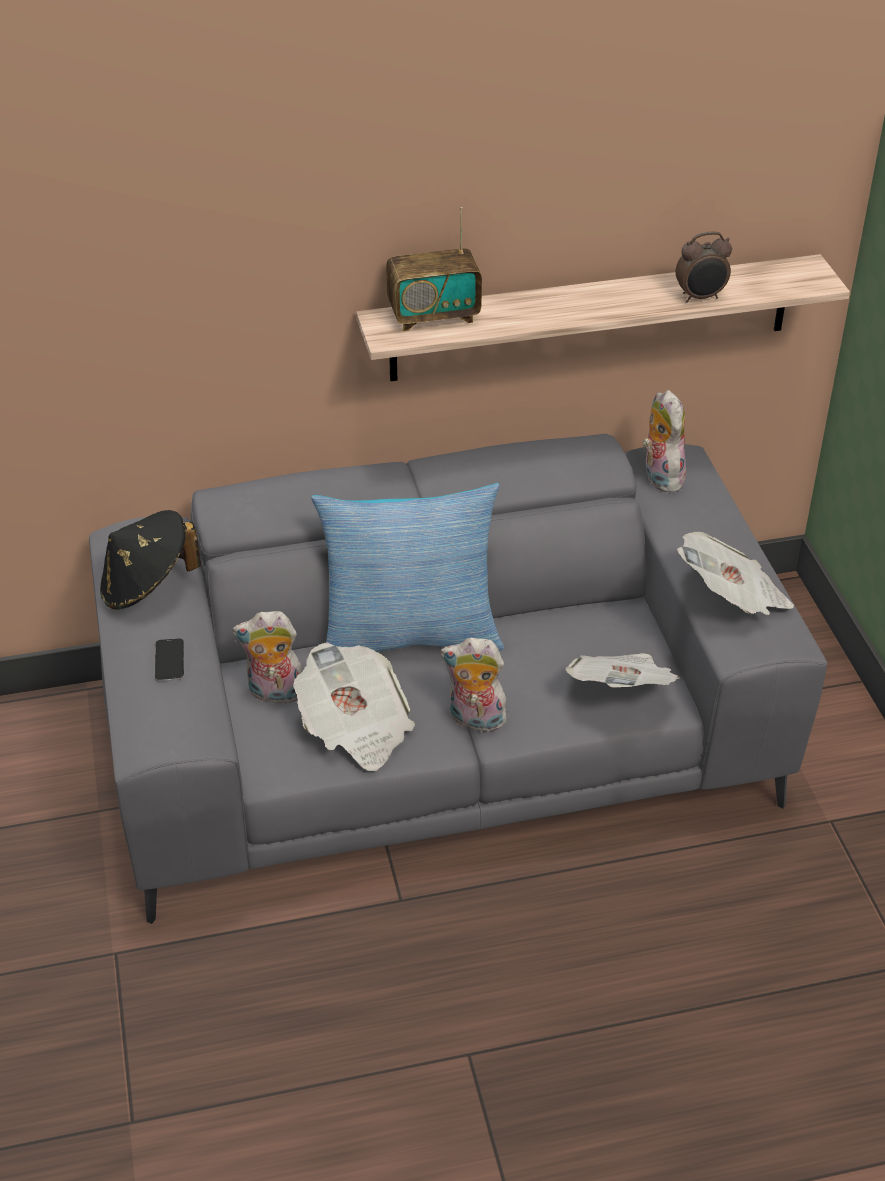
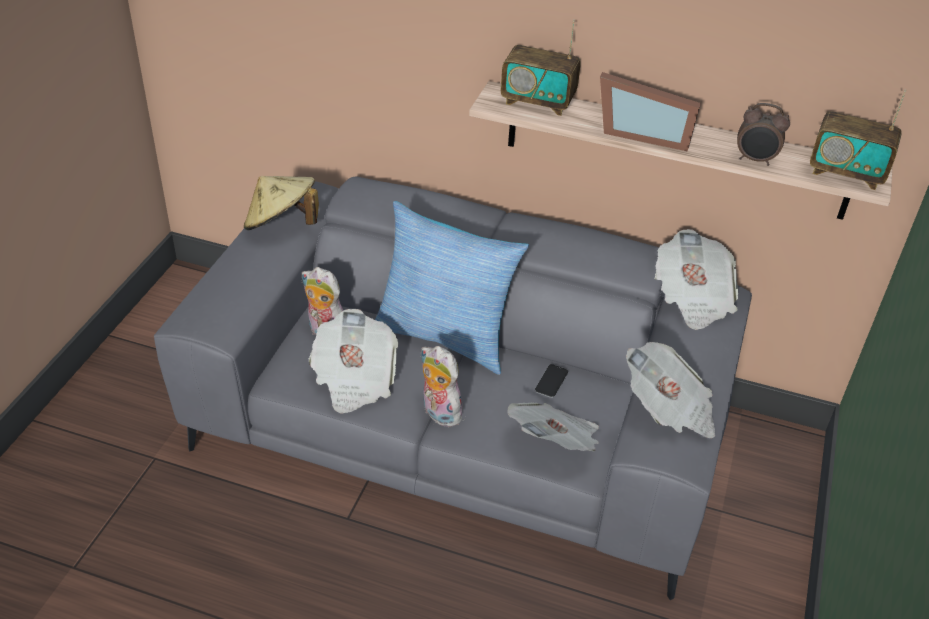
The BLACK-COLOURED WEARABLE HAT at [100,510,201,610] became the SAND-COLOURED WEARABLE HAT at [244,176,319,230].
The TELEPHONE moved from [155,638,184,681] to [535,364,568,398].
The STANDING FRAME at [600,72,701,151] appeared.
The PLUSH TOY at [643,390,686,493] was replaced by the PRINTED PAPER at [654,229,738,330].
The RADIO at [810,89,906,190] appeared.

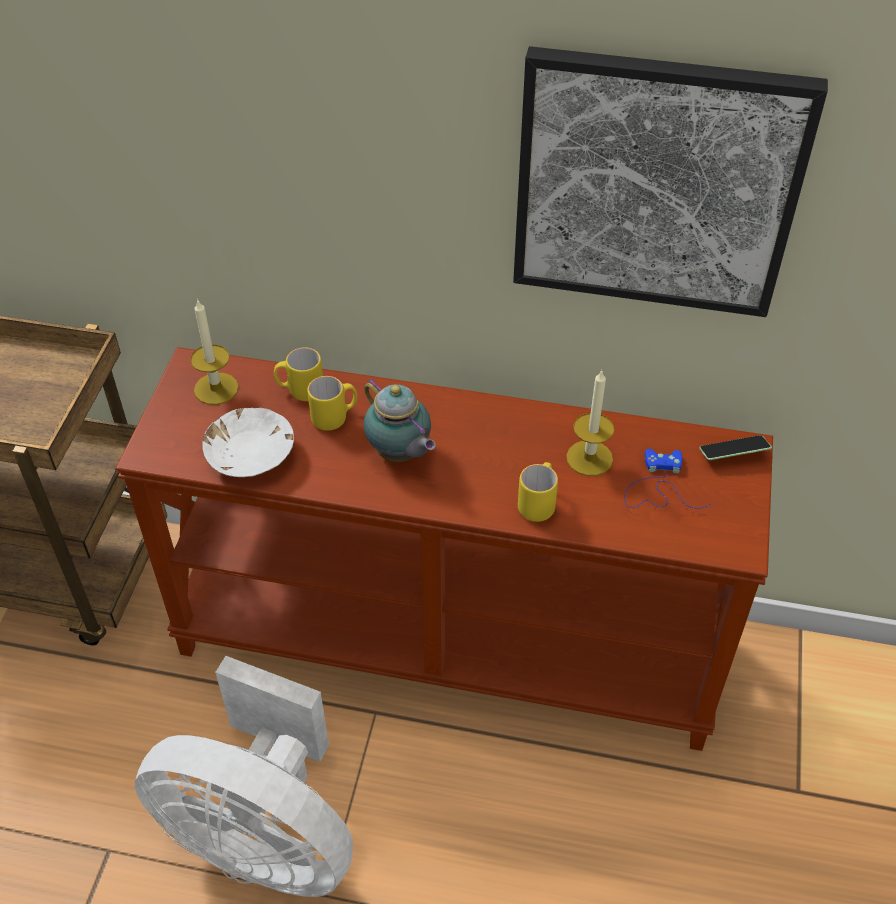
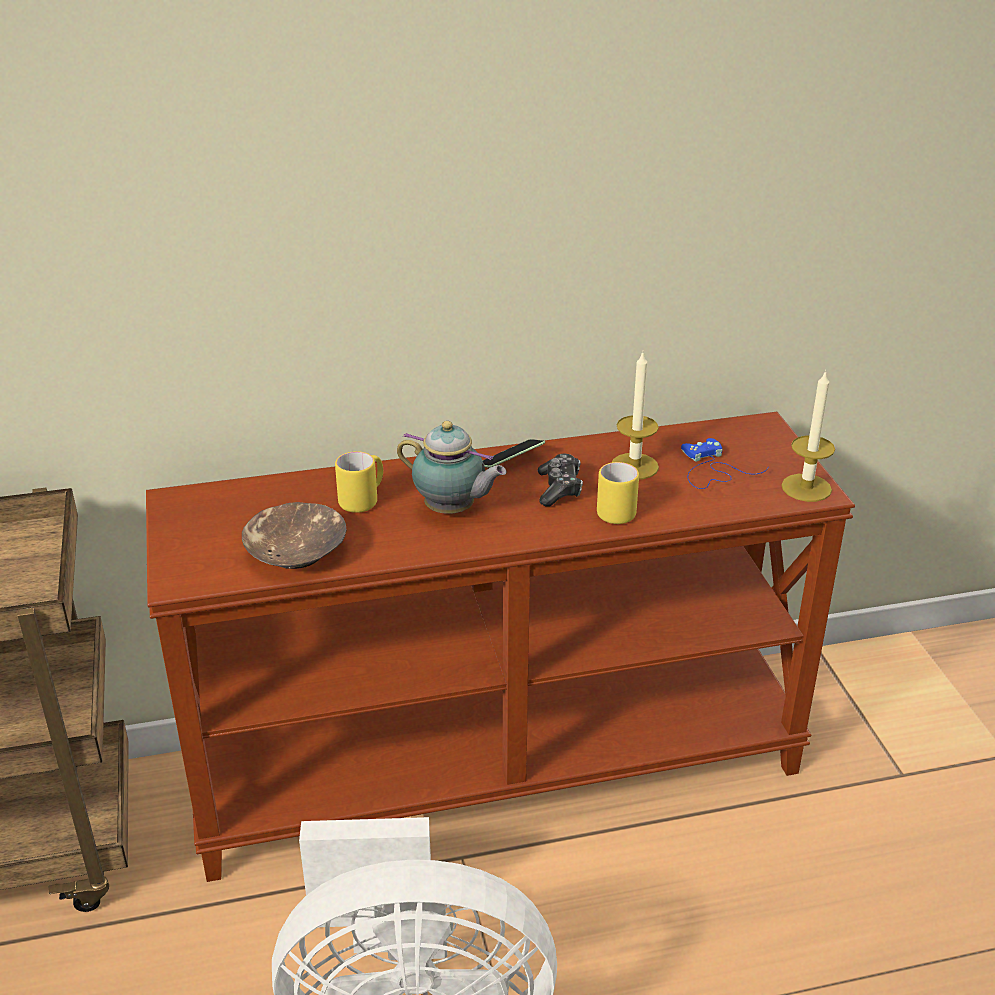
The WHITE-COLOURED DEEP DISH at [202,408,294,477] became the BROWNISH DEEP DISH at [242,502,346,569].
The TELEPHONE moved from [699,435,772,460] to [482,439,545,468].
The GAME CONTROLLER at [538,454,583,506] appeared.
The CANDLE moved from [190,299,239,405] to [781,370,835,502].
The YELLOW COFFEE MUG at [274,347,323,401] disappeared.
The PICTURE at [513,46,828,317] disappeared.

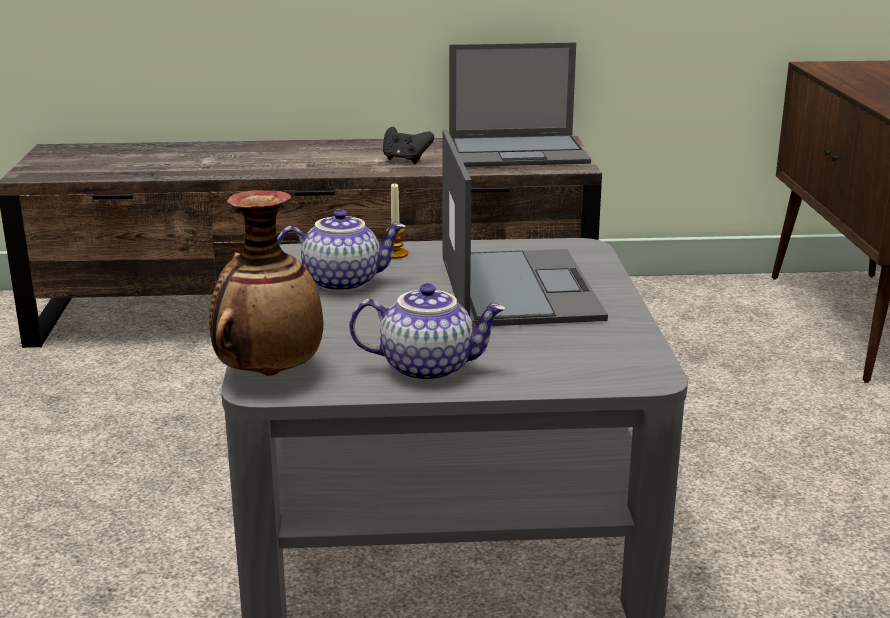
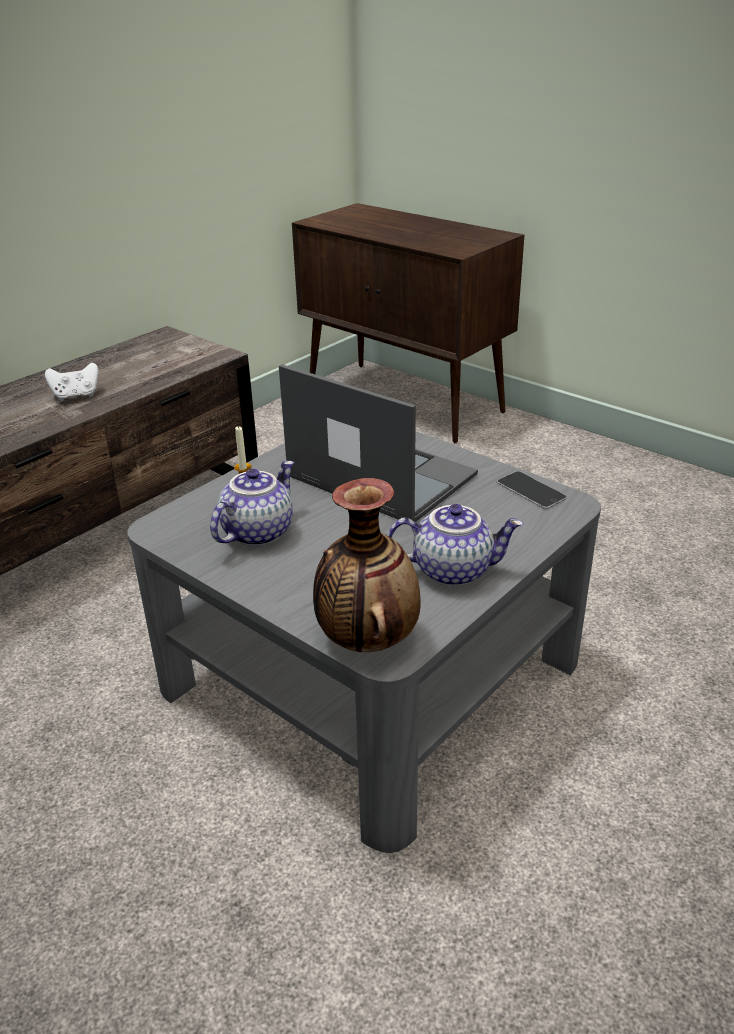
The BLACK-COLOURED GAME CONTROLLER at [383,127,434,164] became the WHITE-COLOURED GAME CONTROLLER at [45,363,99,401].
The TEA POT at [349,283,506,382] turned 45 degrees clockwise.
The TELEPHONE at [497,471,567,509] appeared.
The NOTEBOOK COMPUTER at [449,42,591,167] disappeared.

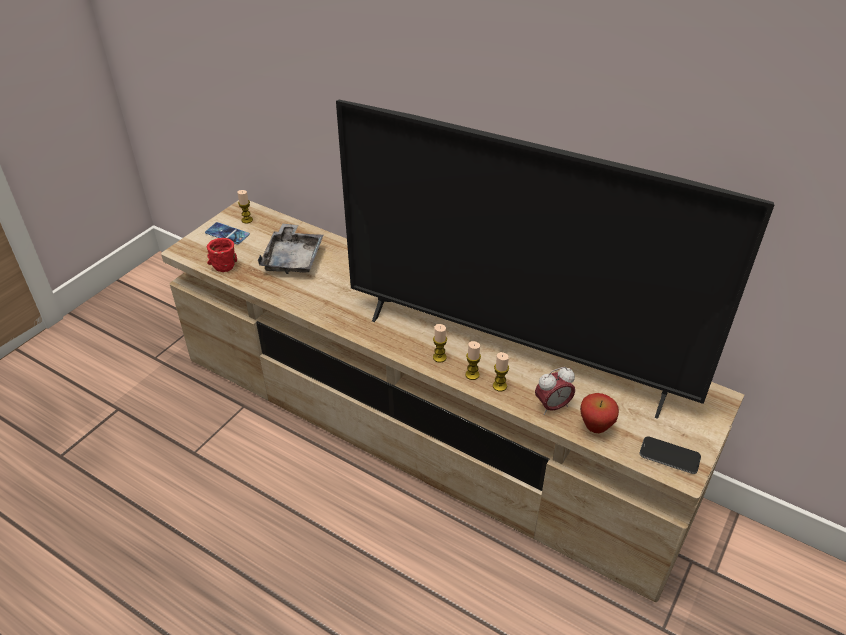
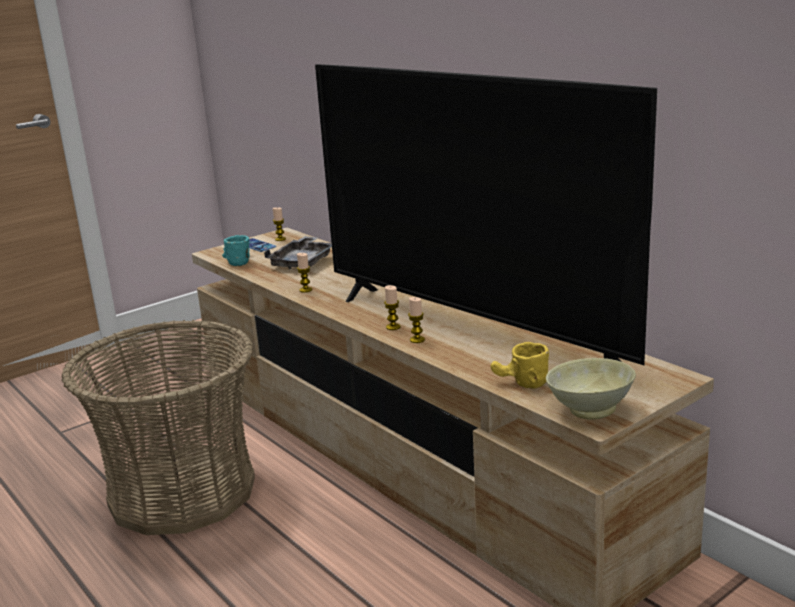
The HOUSEHOLD BASKET at [62,320,255,535] appeared.
The RED-COLOURED COFFEE MUG at [207,238,237,272] became the TURQUOISE COFFEE MUG at [222,235,250,266].
The CANDLE moved from [493,352,509,392] to [297,253,312,293].
The APPLE FRUIT at [580,393,619,433] was replaced by the YELLOW COFFEE MUG at [491,342,549,389].
The TELEPHONE at [640,436,701,474] was replaced by the SAND-COLOURED DEEP DISH at [546,358,636,420].
The BEDSIDE CLOCK at [535,367,575,415] disappeared.

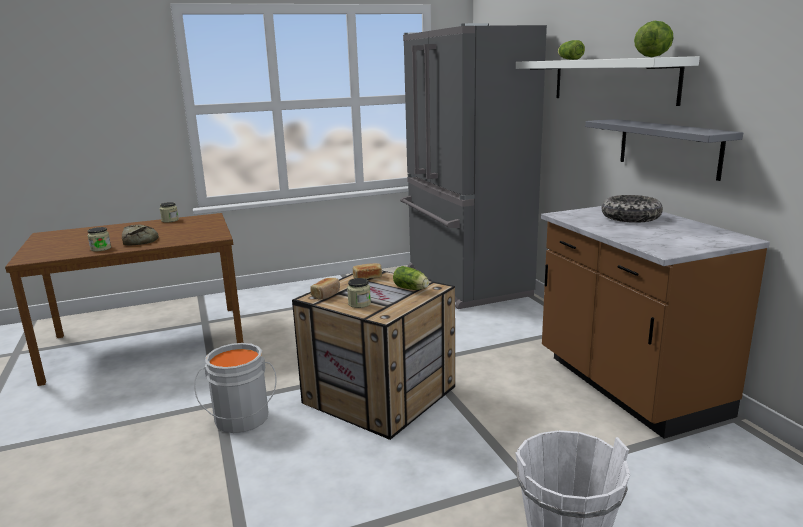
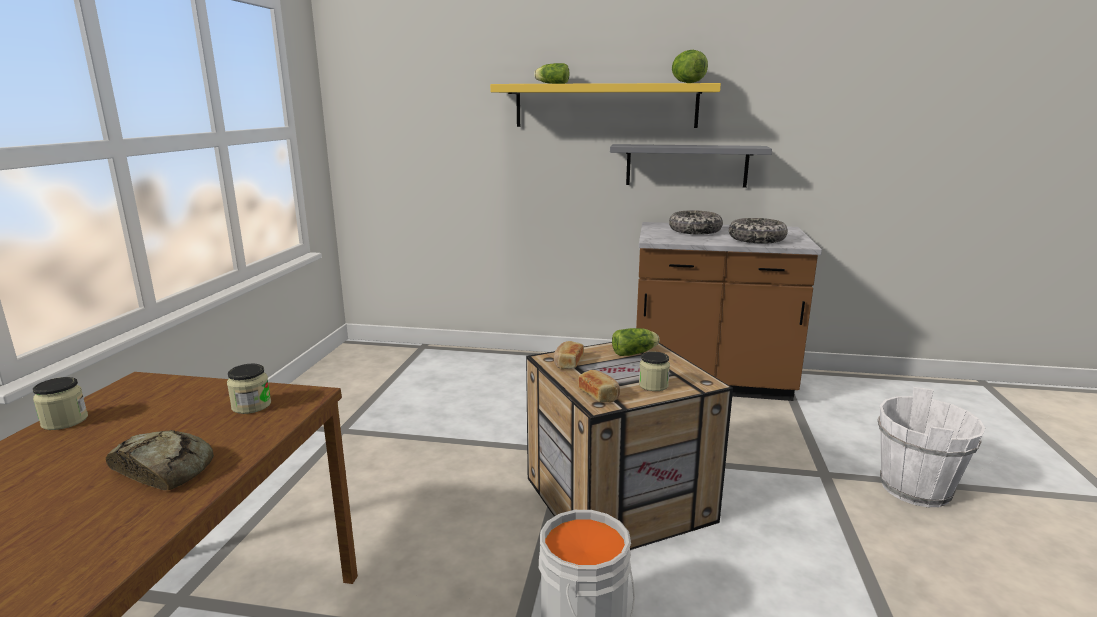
The PRESERVE JAR moved from [88,227,111,251] to [227,364,271,414].
The WHITE-COLOURED WALL SHELF at [516,56,700,106] became the YELLOW WALL SHELF at [490,83,721,128].
The DEEP DISH at [729,218,788,244] appeared.
The GRAY REFRIGERATOR at [400,23,547,309] disappeared.

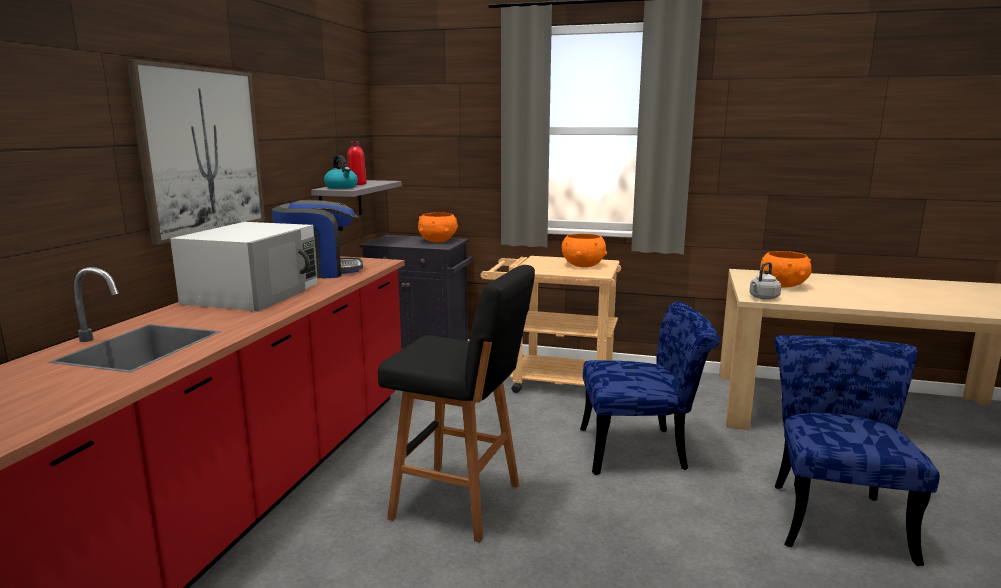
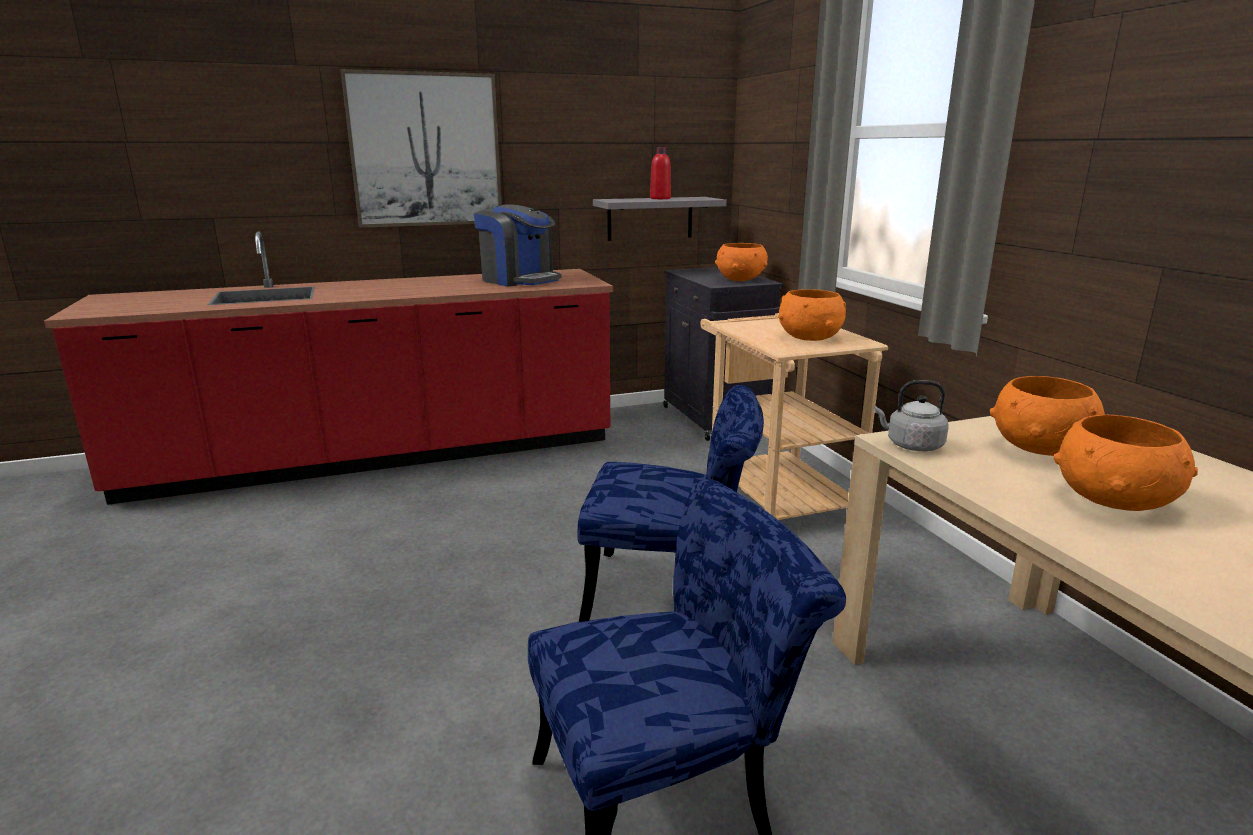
The BLUE CHAIR at [580,302,720,475] turned 45 degrees counterclockwise.
The ORANGE-COLOURED DEEP DISH at [1054,415,1198,511] appeared.
The WHITE-COLOURED MICROWAVE OVEN at [170,222,318,311] disappeared.
The WATER KETTLE at [324,155,358,189] disappeared.
The BLACK-COLOURED SITTING STOOL at [378,265,535,543] disappeared.

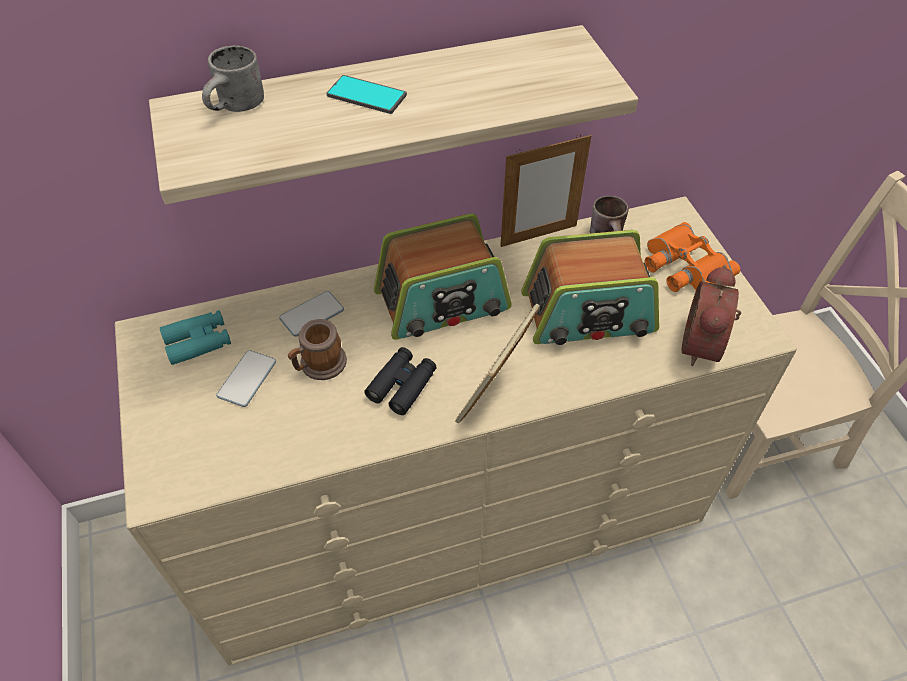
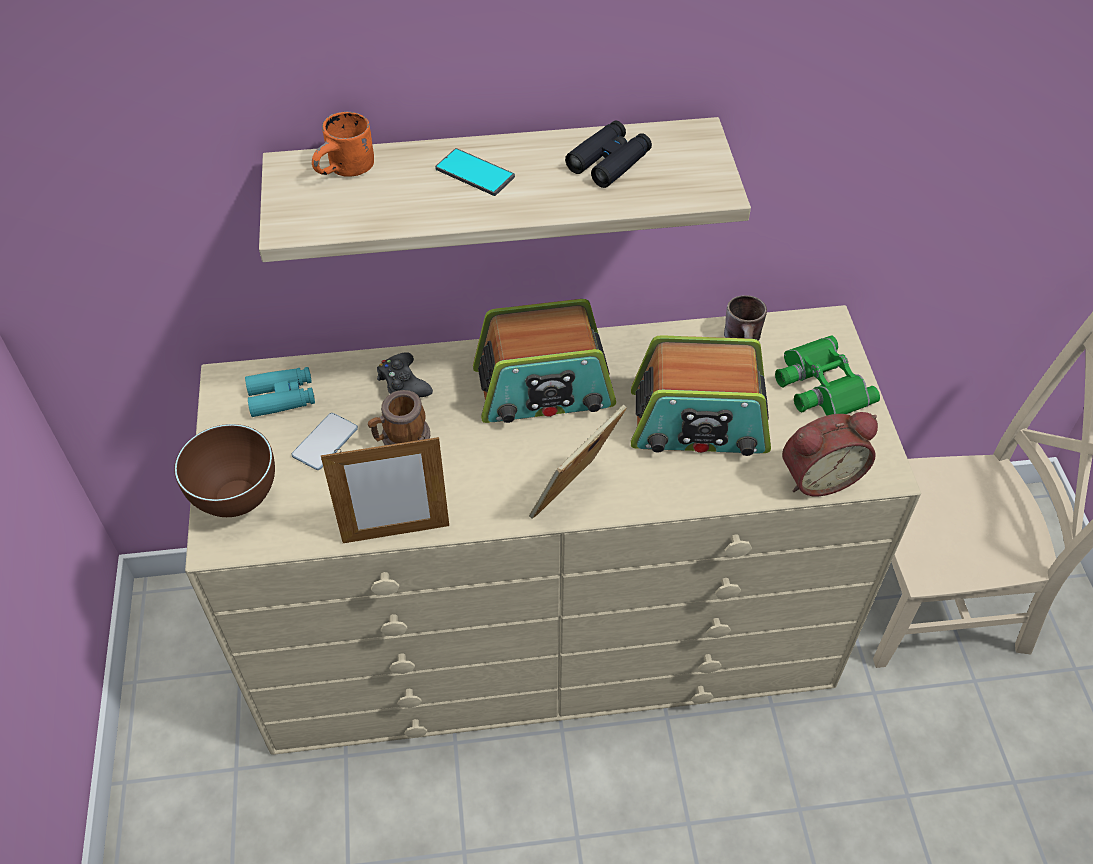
The BROWNISH DEEP DISH at [174,424,275,517] appeared.
The GRAY COFFEE MUG at [202,45,264,112] became the ORANGE-COLOURED COFFEE MUG at [312,112,374,177].
The STANDING FRAME moved from [500,134,591,247] to [321,436,449,543].
The TELEPHONE at [279,291,344,337] was replaced by the BLACK-COLOURED GAME CONTROLLER at [377,352,433,397].
The BLACK-COLOURED BINOCULARS moved from [364,347,437,415] to [565,121,652,188].
The ORANGE-COLOURED BINOCULARS at [644,222,740,292] became the GREEN BINOCULARS at [775,335,880,416].
The BEDSIDE CLOCK at [682,265,741,366] turned 135 degrees counterclockwise.

